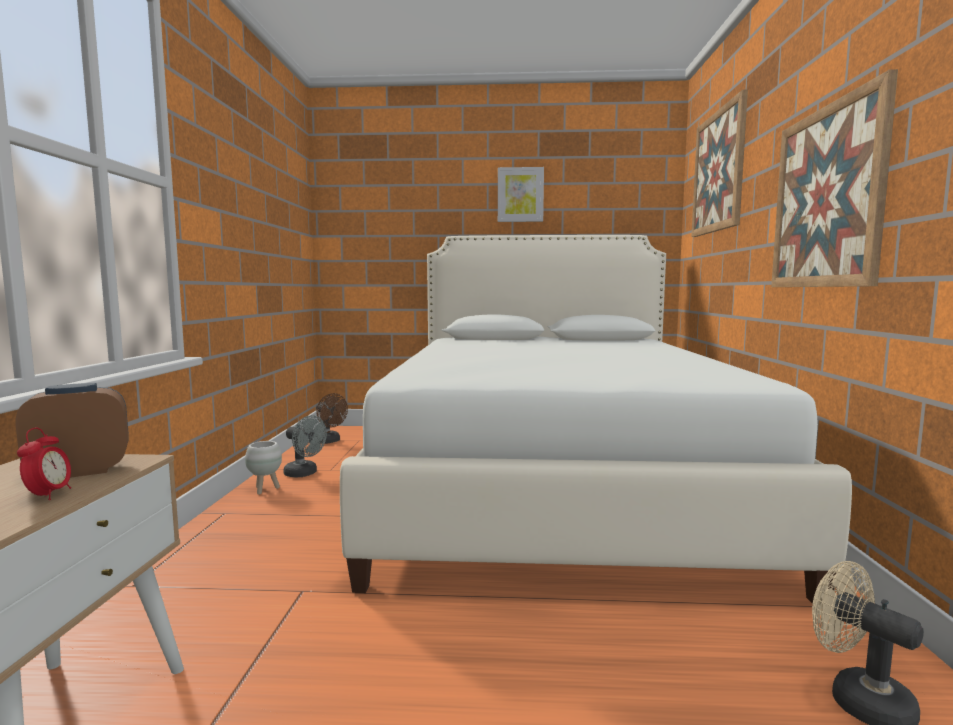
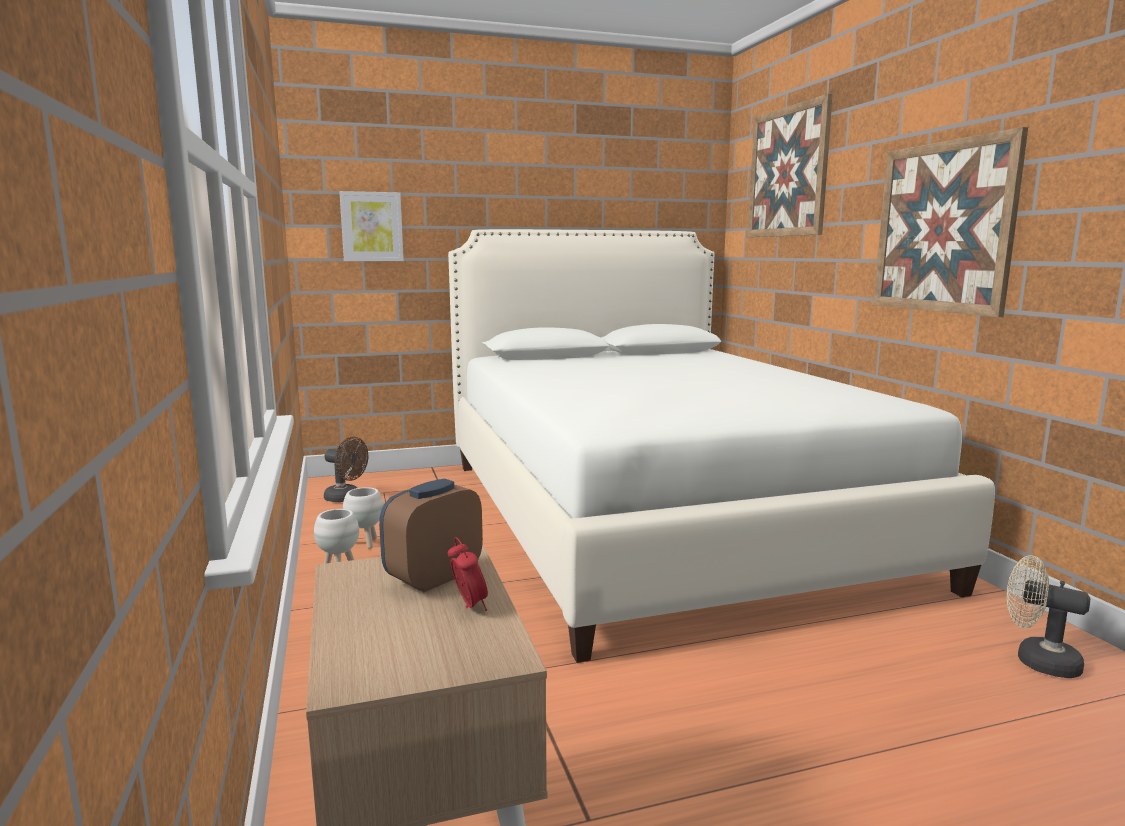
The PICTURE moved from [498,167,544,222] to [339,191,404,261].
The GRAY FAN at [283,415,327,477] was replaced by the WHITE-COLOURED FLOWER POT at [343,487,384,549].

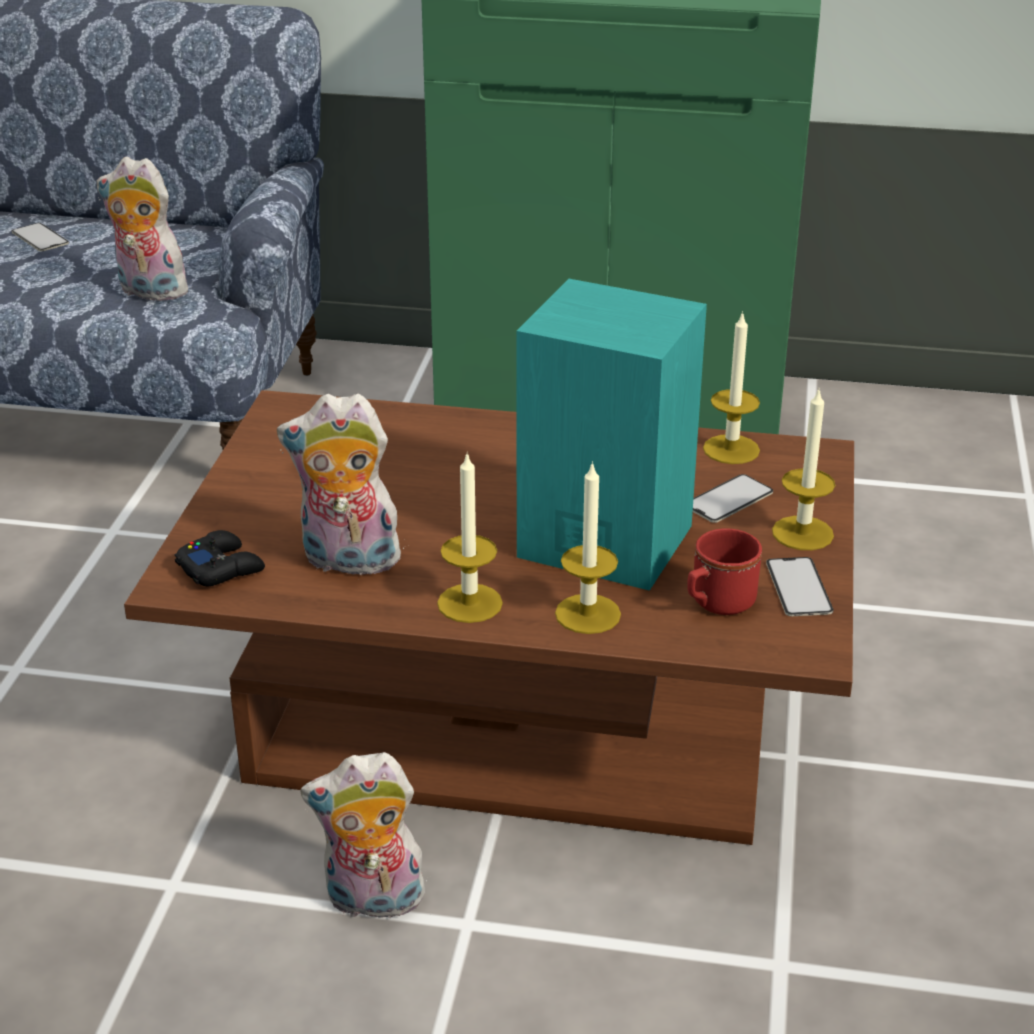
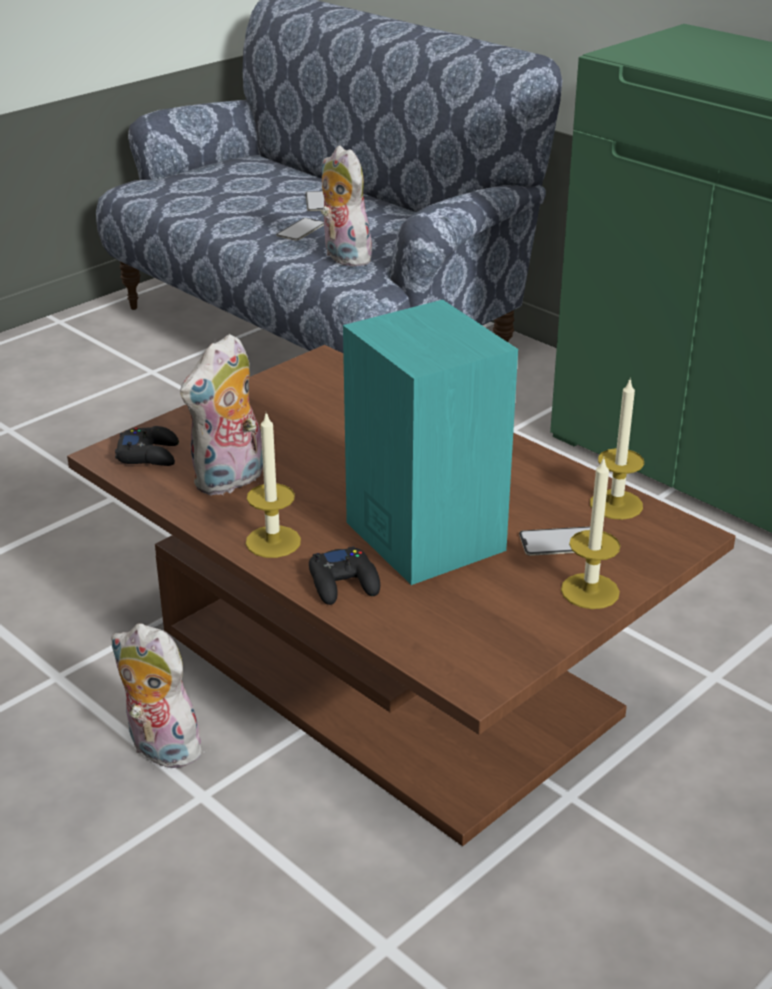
The PLUSH TOY at [277,394,409,575] turned 90 degrees counterclockwise.
The TELEPHONE moved from [766,557,834,616] to [276,218,324,241].
The CANDLE at [555,461,621,634] was replaced by the BLACK-COLOURED GAME CONTROLLER at [309,547,380,605].
The RED-COLOURED COFFEE MUG at [687,528,762,615] disappeared.

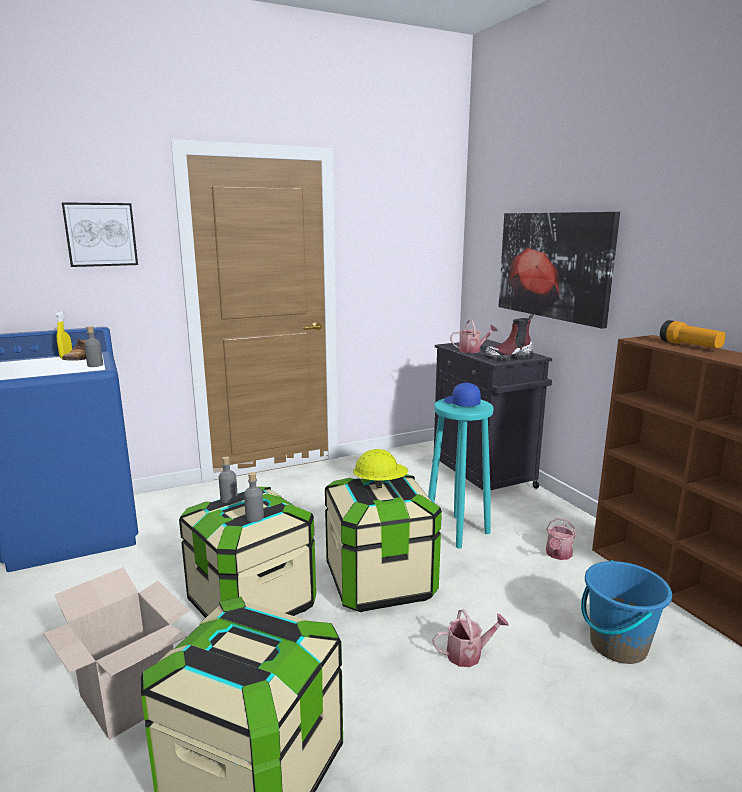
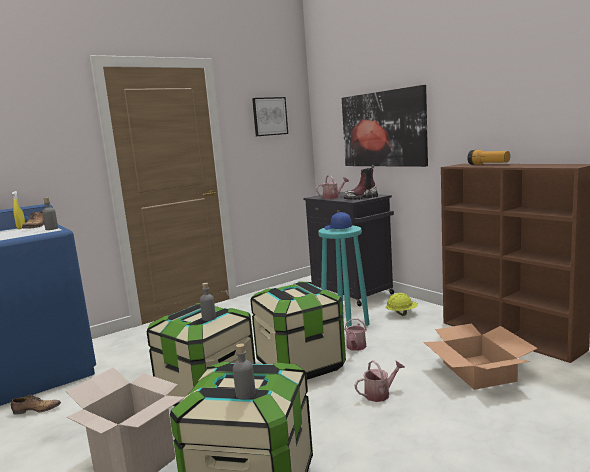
The LOW SHOE at [11,395,61,415] appeared.
The GRAY BEVERAGE BOTTLE moved from [219,456,238,503] to [233,344,256,400].
The PICTURE moved from [62,202,138,267] to [252,97,288,136].
The WATERING CAN moved from [546,518,576,560] to [344,318,367,351].
The YELLOW HARD HAT moved from [353,449,408,488] to [386,293,418,316].
The BLUE WATER BUCKET at [581,560,672,664] was replaced by the CARTON at [424,323,538,390].

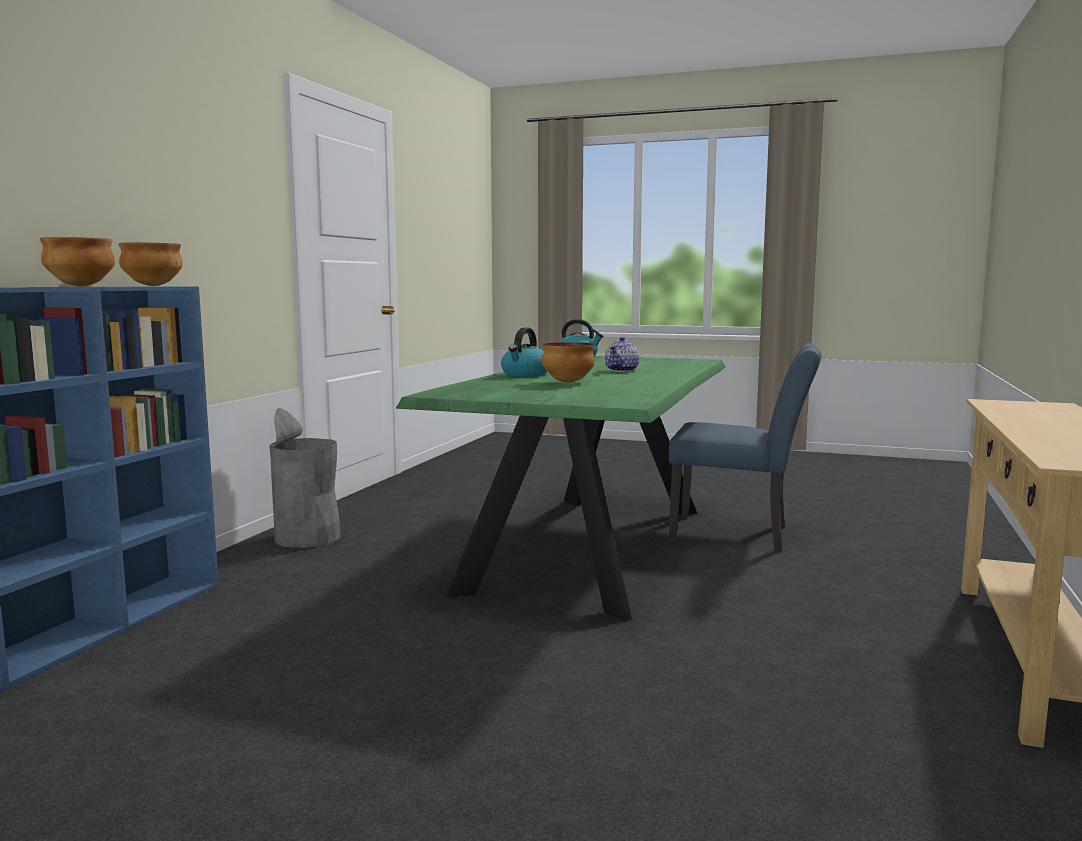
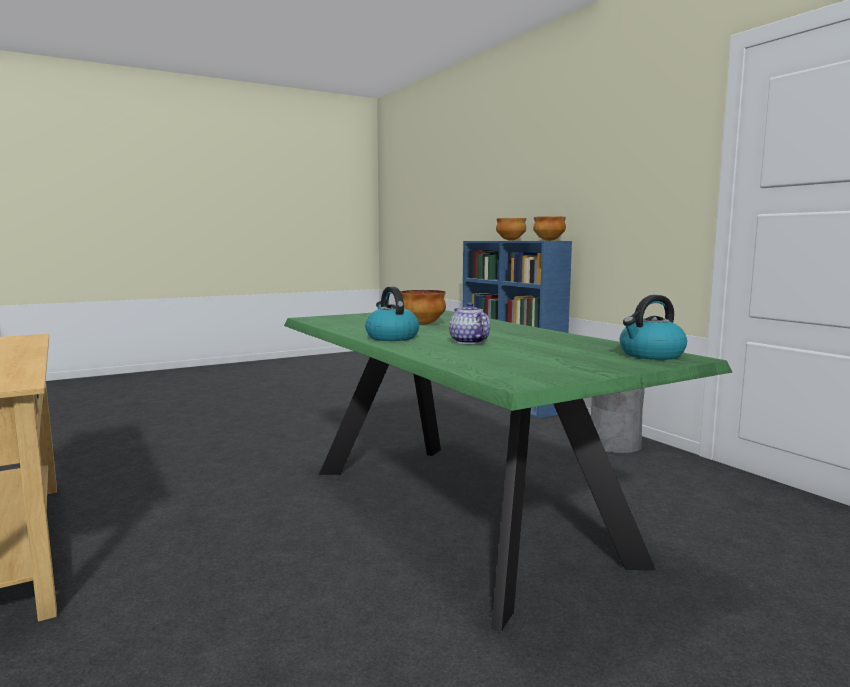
The WATER KETTLE moved from [501,327,547,377] to [365,287,419,341].
The BLUE CHAIR at [669,343,822,551] disappeared.

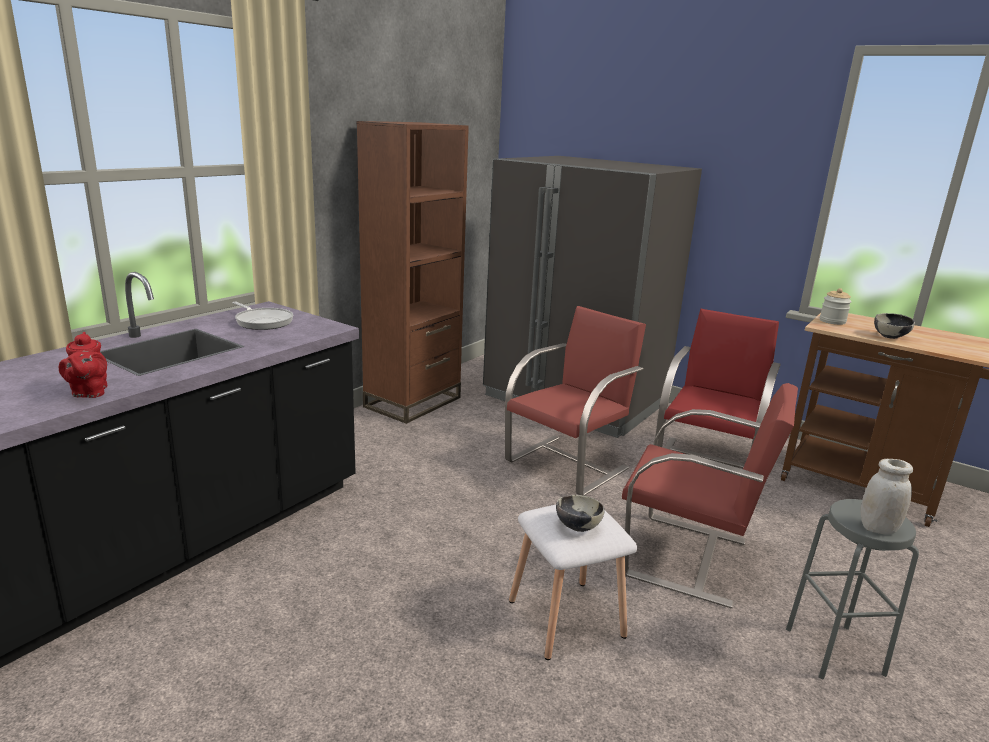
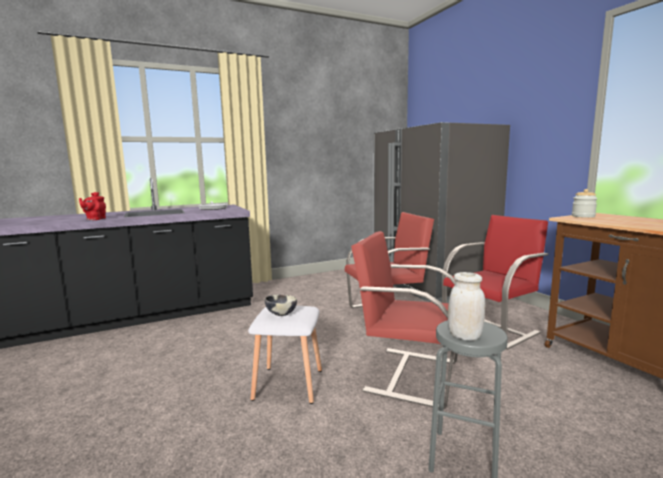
The RED-COLOURED CHAIR at [622,383,798,608] turned 150 degrees clockwise.
The BROWNISH BOOKCASE at [357,121,469,424] disappeared.
The DEEP DISH at [874,313,915,339] disappeared.

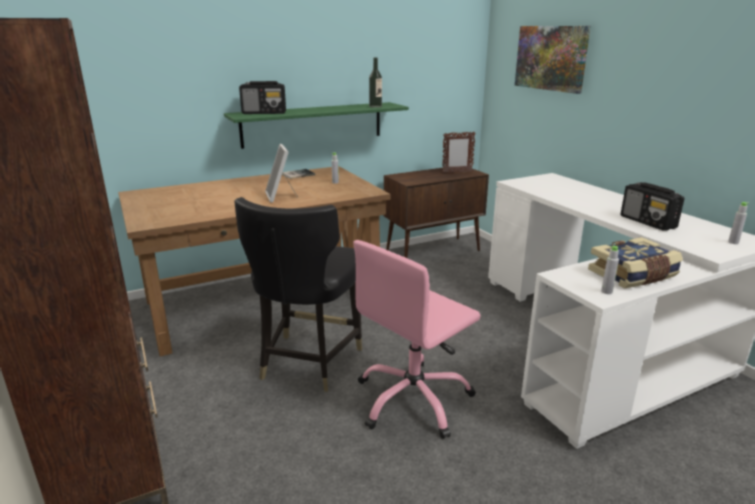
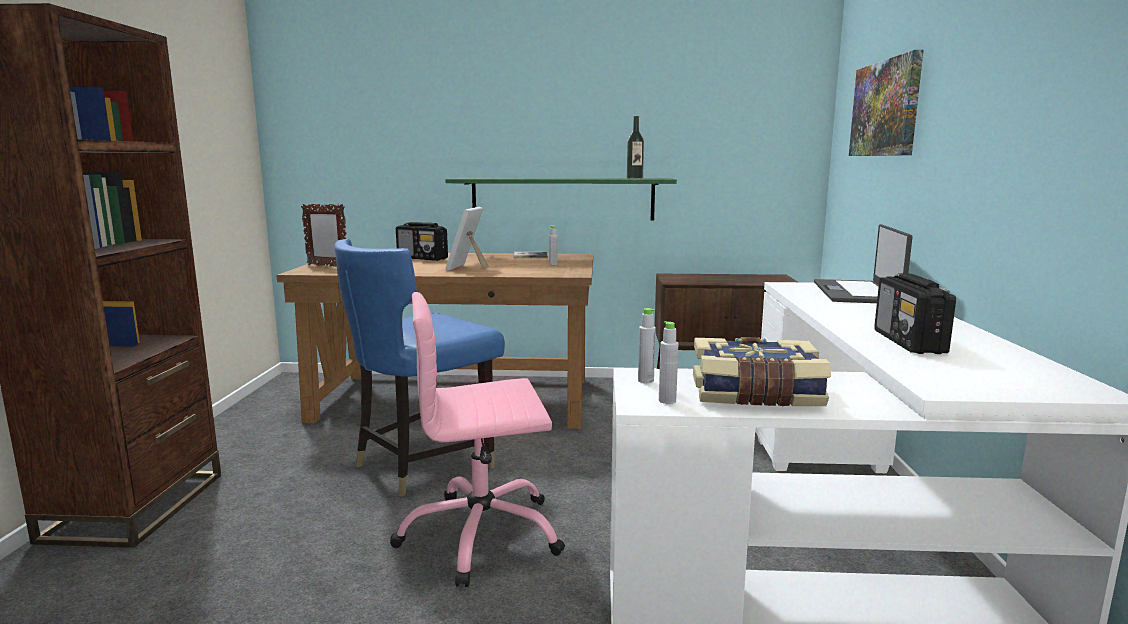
The STANDING FRAME moved from [442,132,476,173] to [301,203,346,267].
The BLACK-COLOURED CHAIR at [234,197,362,392] became the BLUE CHAIR at [334,239,505,497].
The RADIO moved from [239,81,286,114] to [396,222,448,261].
The GRAY BEVERAGE BOTTLE moved from [728,202,749,244] to [638,308,656,383].
The NOTEBOOK COMPUTER at [814,224,913,303] appeared.

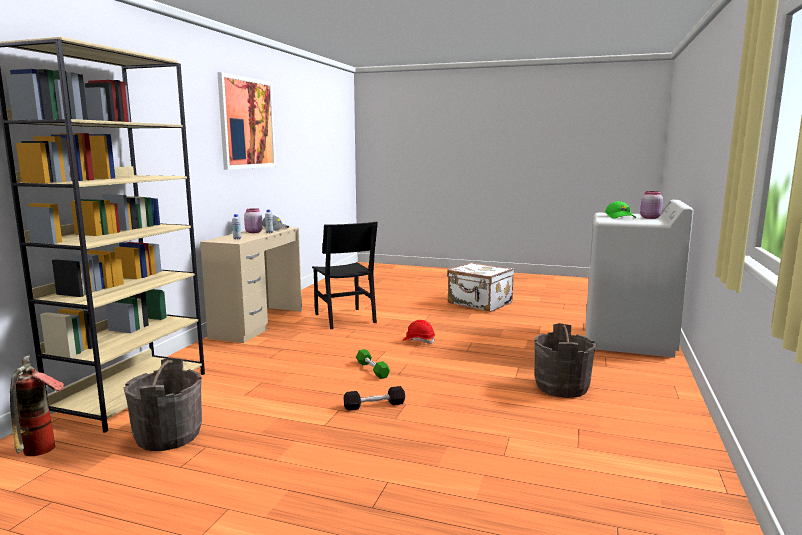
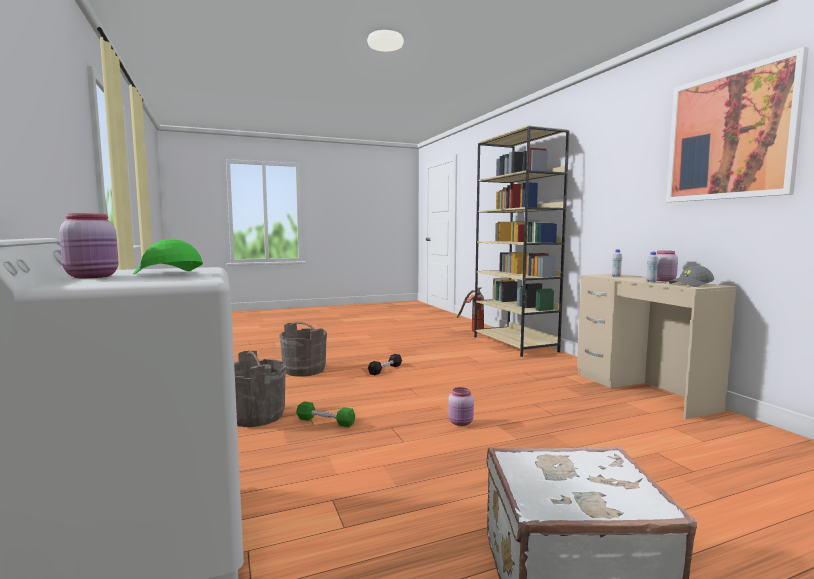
The GRAY WATER BUCKET moved from [124,358,202,451] to [279,322,327,377].
The GREEN DUMBBELL moved from [356,349,390,379] to [296,402,355,427].
The RED-COLOURED HARD HAT at [403,320,435,344] was replaced by the PINK PRESERVE JAR at [448,387,474,426].
The BLACK-COLOURED CHAIR at [312,221,378,329] disappeared.

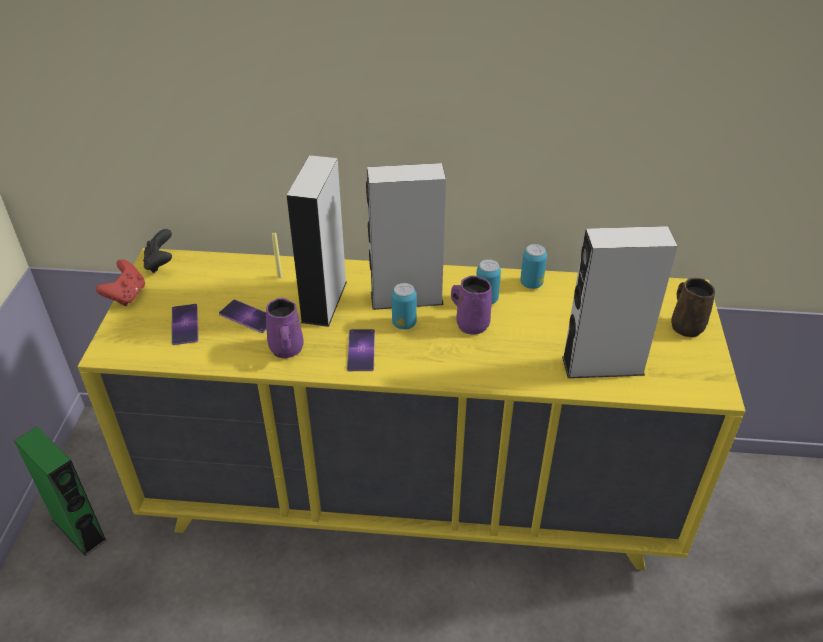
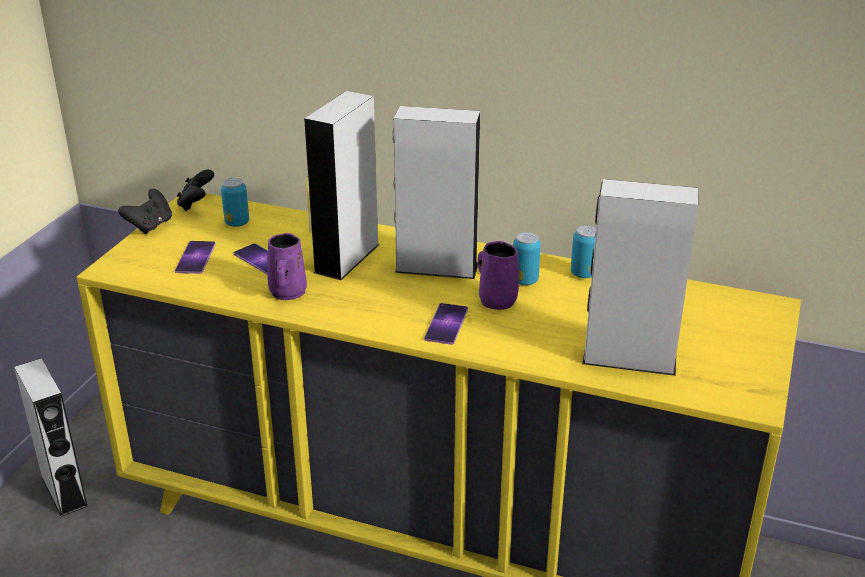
The GREEN AUDIO SPEAKER at [14,426,107,556] became the GRAY AUDIO SPEAKER at [14,358,88,517].
The RED-COLOURED GAME CONTROLLER at [96,259,145,306] became the BLACK-COLOURED GAME CONTROLLER at [118,189,172,235].
The CAN moved from [392,283,417,330] to [221,178,249,227].
The TELEPHONE moved from [347,329,375,371] to [424,303,468,345].
The BROWNISH COFFEE MUG at [671,278,715,337] disappeared.

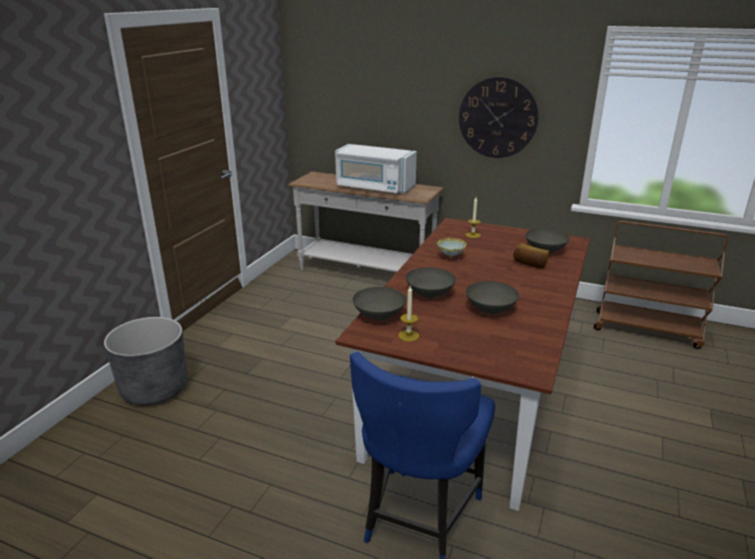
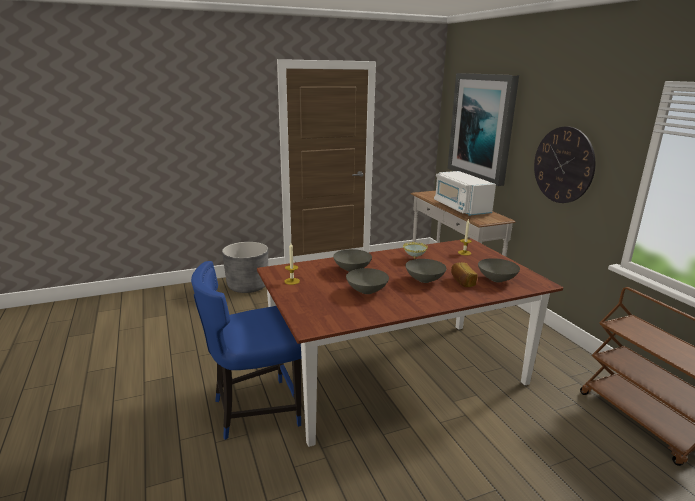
The GRAY DEEP DISH moved from [353,287,406,320] to [405,259,447,283].
The PICTURE at [448,73,519,186] appeared.

